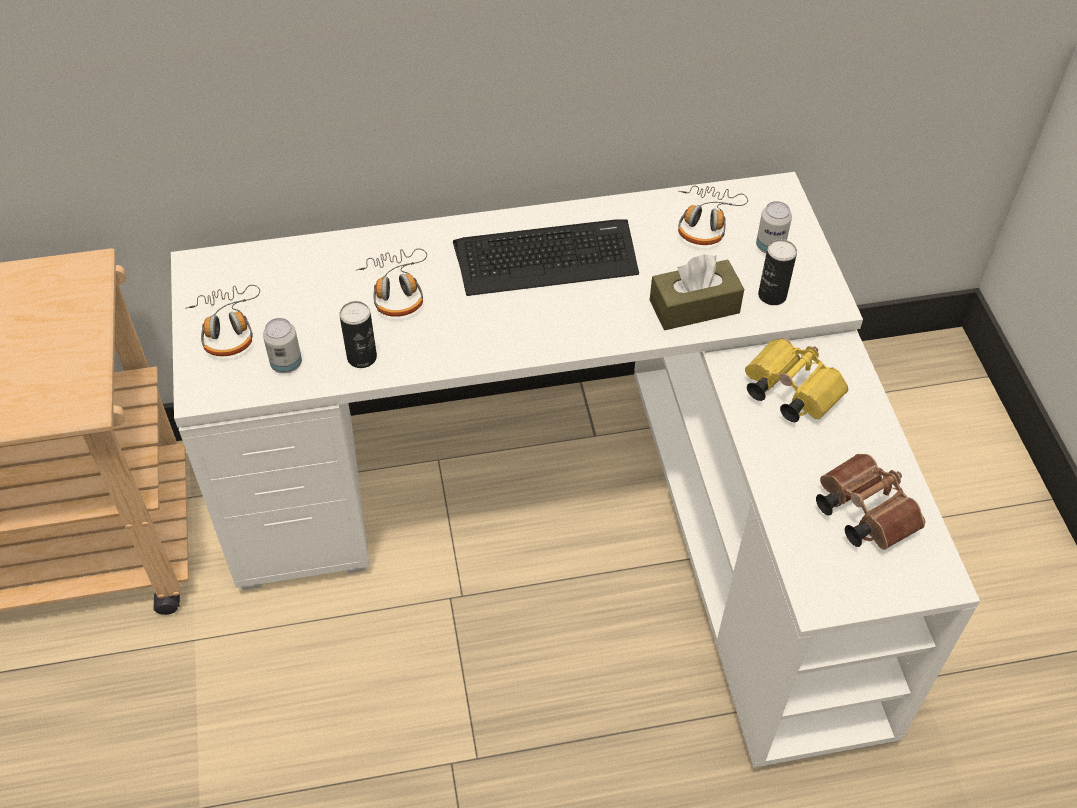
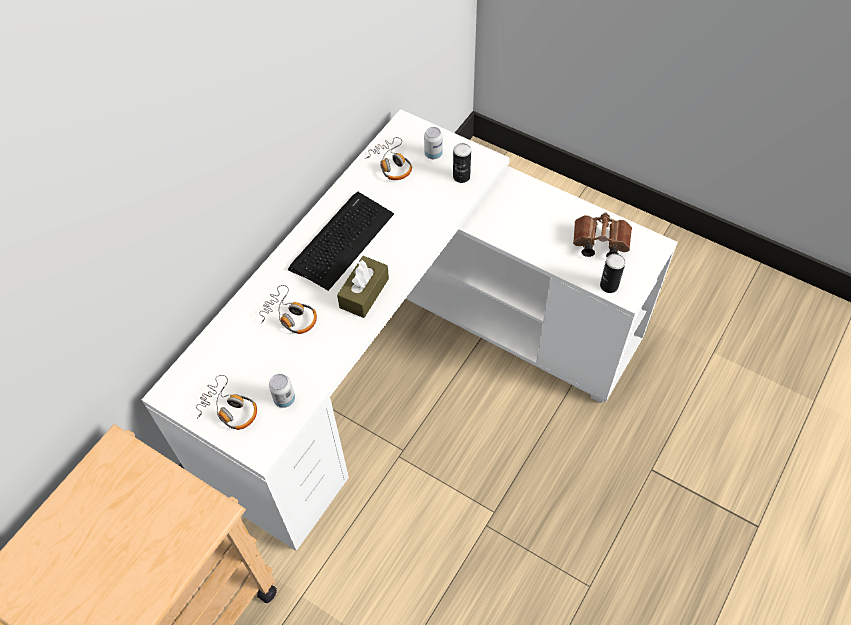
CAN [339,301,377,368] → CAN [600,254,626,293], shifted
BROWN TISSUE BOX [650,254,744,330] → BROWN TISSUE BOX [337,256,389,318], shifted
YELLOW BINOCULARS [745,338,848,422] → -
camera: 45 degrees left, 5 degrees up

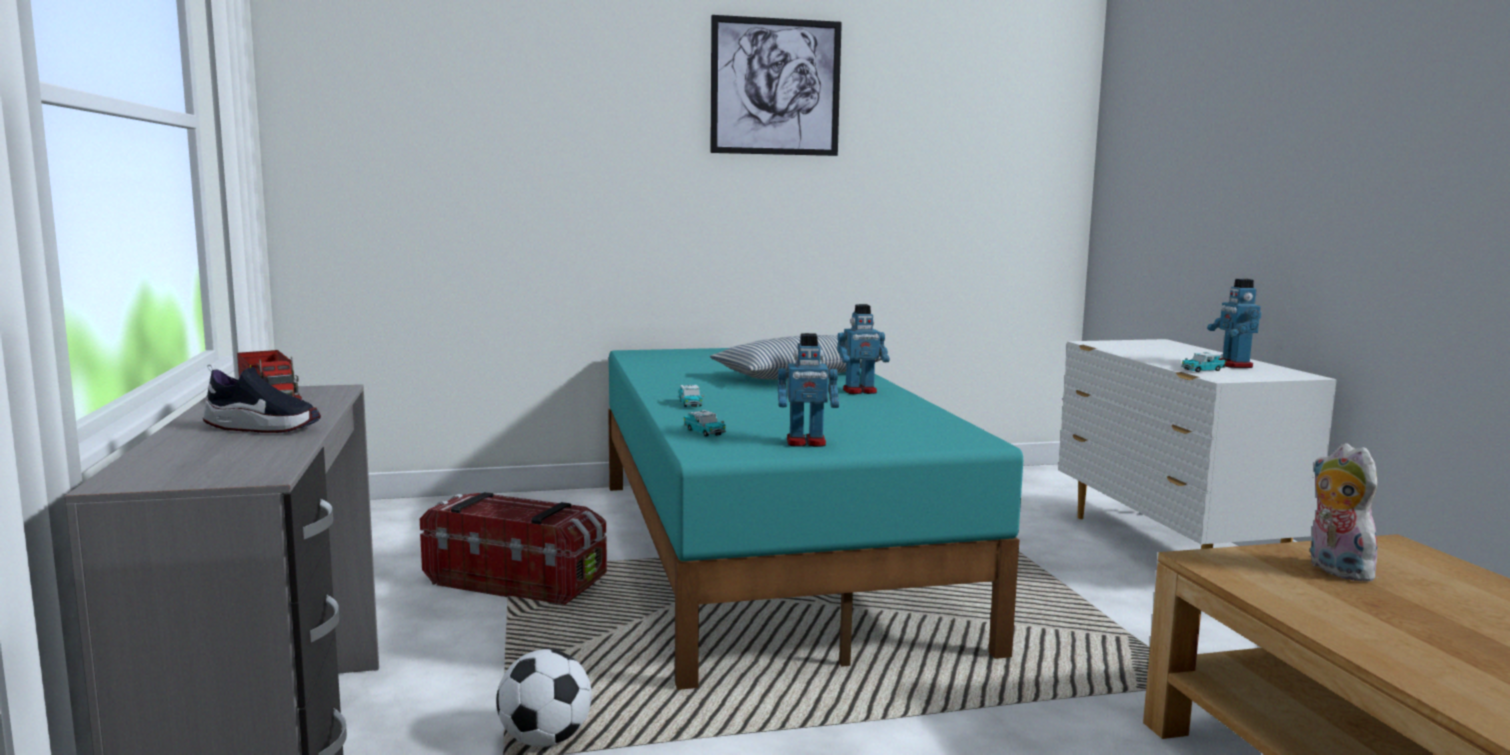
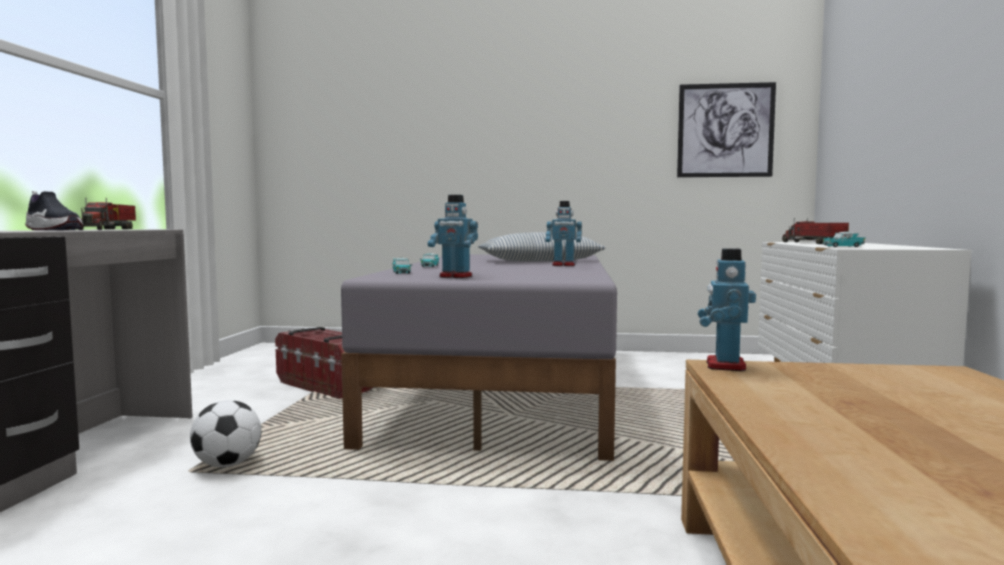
TURQUOISE BED [608,348,1023,690] → GREY BED [341,254,617,461]
PICTURE [710,15,842,156] → PICTURE [677,82,776,177], shifted
TOY ROBOT [1207,279,1262,368] → TOY ROBOT [698,248,756,371], shifted
PLUSH TOY [1310,443,1384,581] → -
- → TOY TRUCK [782,218,849,244]
camera: 20 degrees right, 5 degrees down

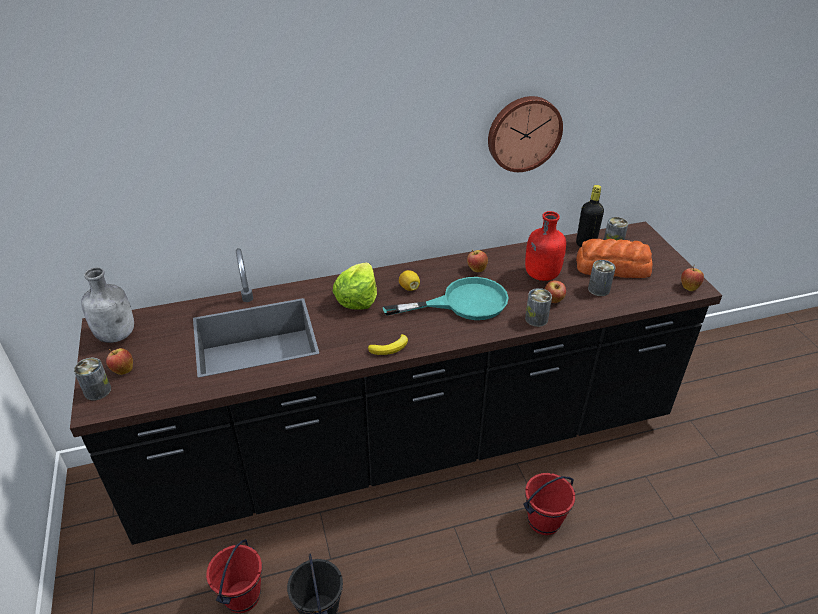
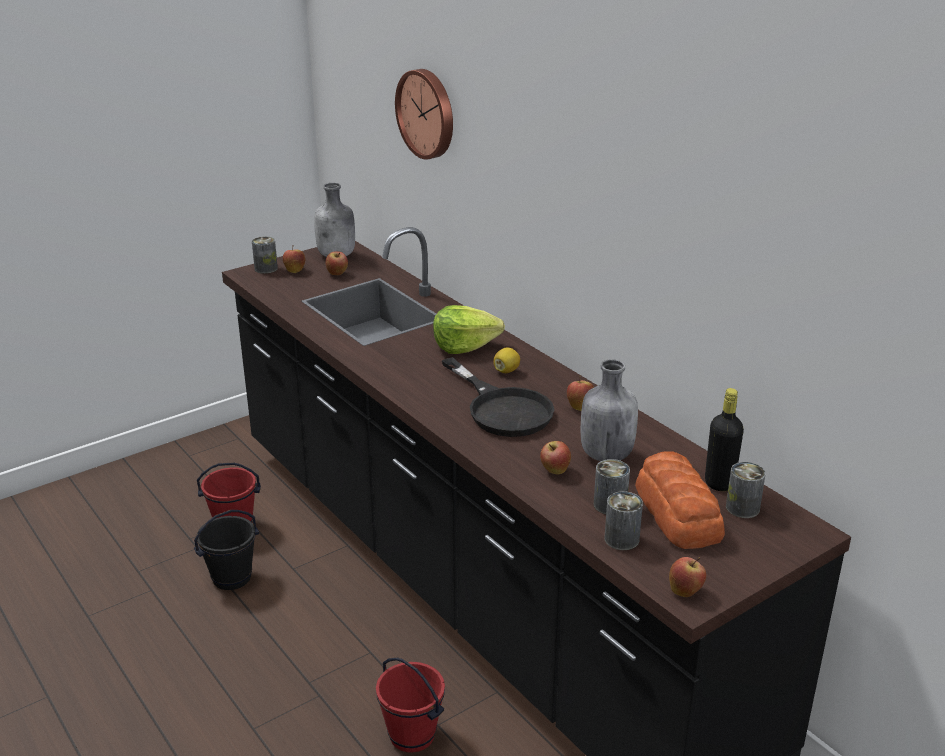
BANANA [368,334,408,355] → -
TURQUOISE FRYING PAN [383,277,509,320] → BLACK FRYING PAN [442,357,555,437]
WALL CLOCK [488,96,563,172] → WALL CLOCK [395,69,453,160], shifted
RED BOTTLE [525,211,566,281] → GREY BOTTLE [581,359,638,461]
CAN [525,288,552,327] → CAN [605,491,643,550], shifted
- → APPLE [325,251,348,275]
camera: 70 degrees right, 10 degrees down

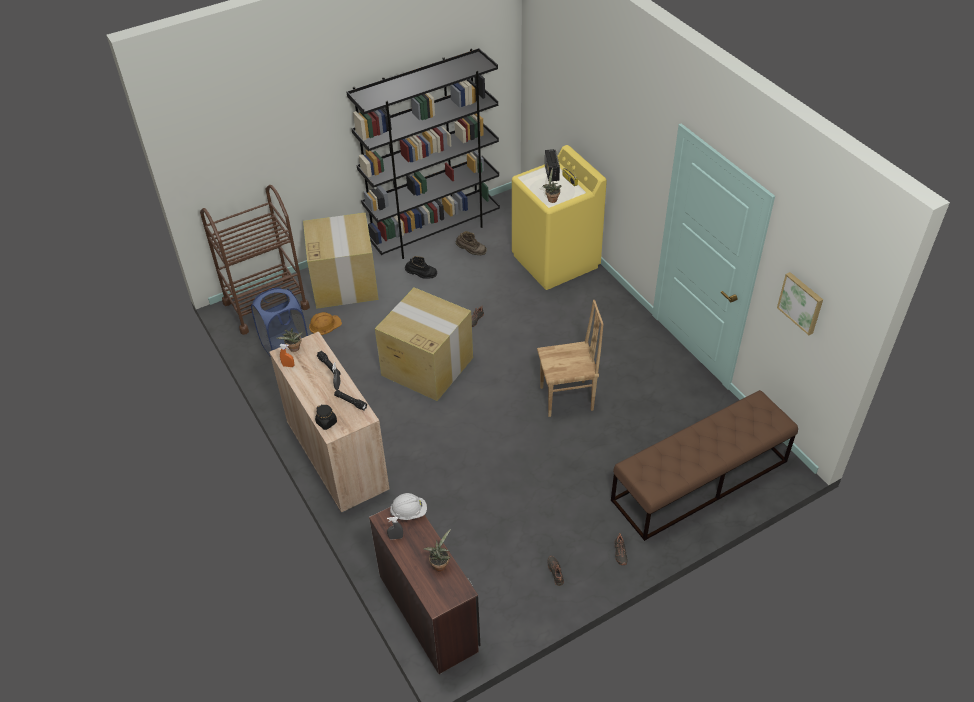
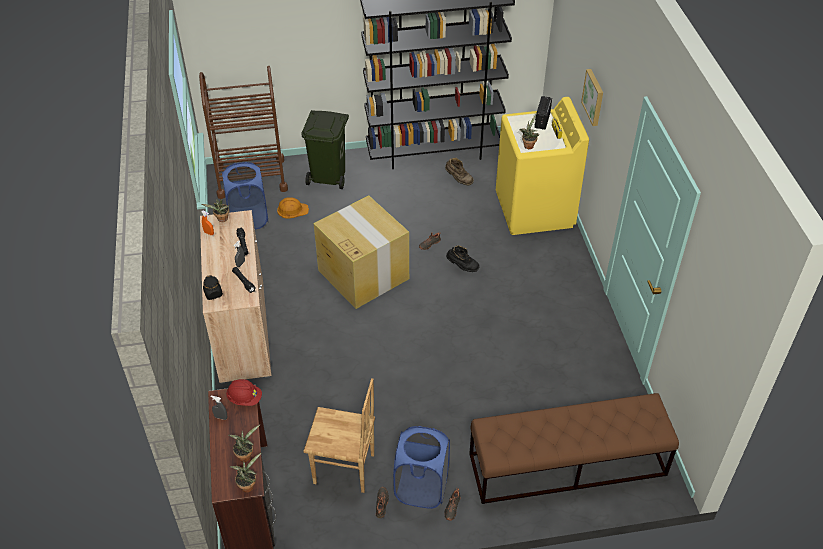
CARDBOARD BOX [303,212,379,309] → GREEN TRASH CAN [301,110,349,189]
WHITE HARD HAT [390,493,427,520] → RED HARD HAT [226,379,262,406]
BLACK BOOT [405,256,437,279] → BLACK BOOT [446,245,479,272], shifted
BROWN CHAIR [537,300,604,417] → BROWN CHAIR [304,378,375,493], shifted
PICTURE [777,272,823,335] → PICTURE [581,69,603,126], shifted
- → POTTED PLANT [229,453,261,492]
- → BLUE LAUNDRY BASKET [393,426,450,509]
camera: 20 degrees right, 0 degrees up

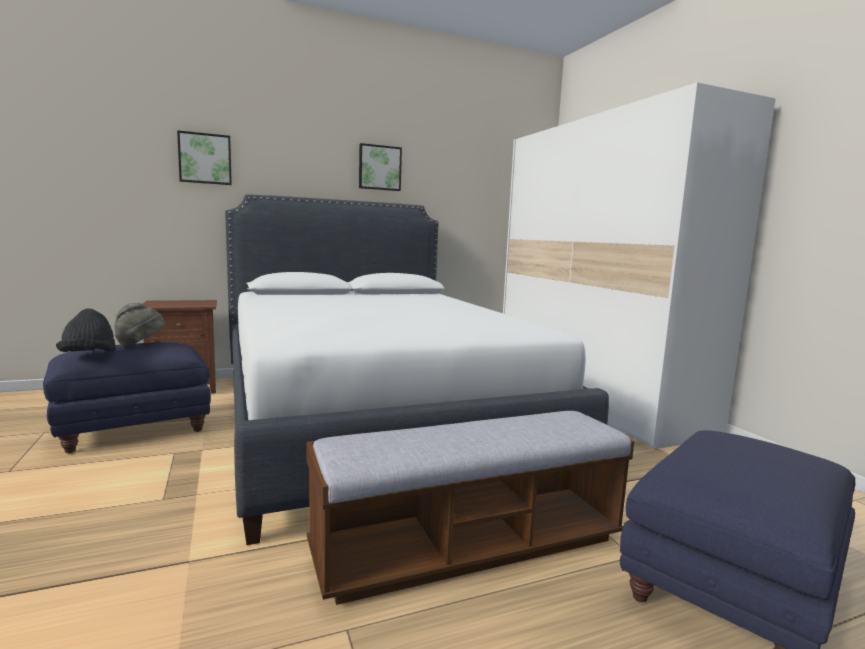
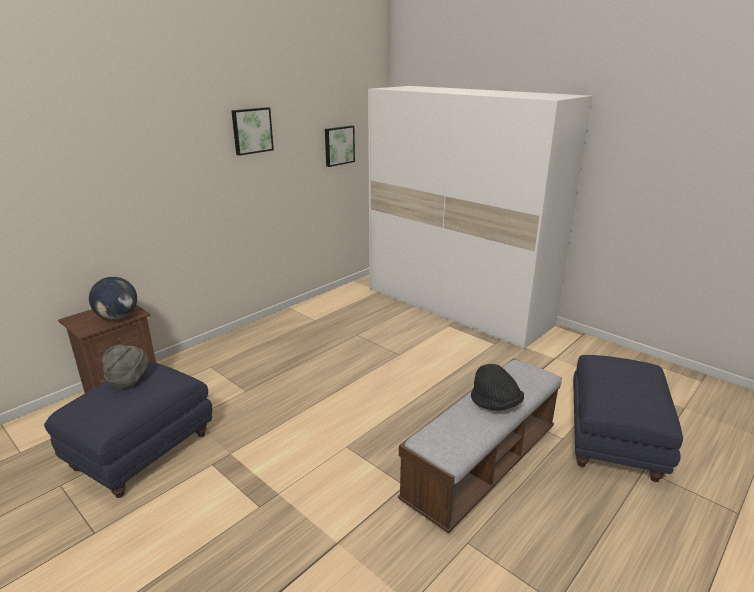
BLACK HAT [56,308,116,352] → BLACK HAT [471,364,524,411], shifted
PICTURE [177,130,232,185] → PICTURE [325,125,355,167], shifted
WHITE BED [225,194,609,545] → -
- → GLOBE [89,277,137,320]
camera: 25 degrees left, 15 degrees up

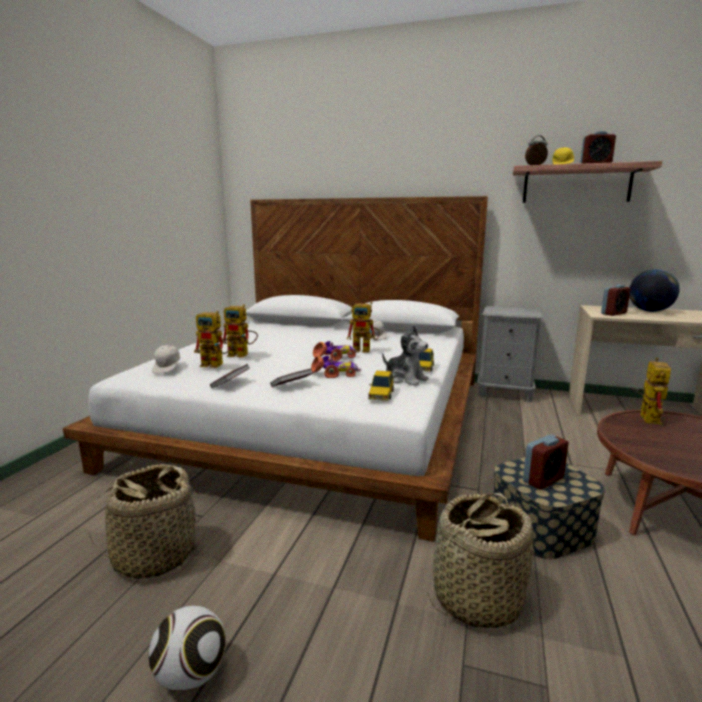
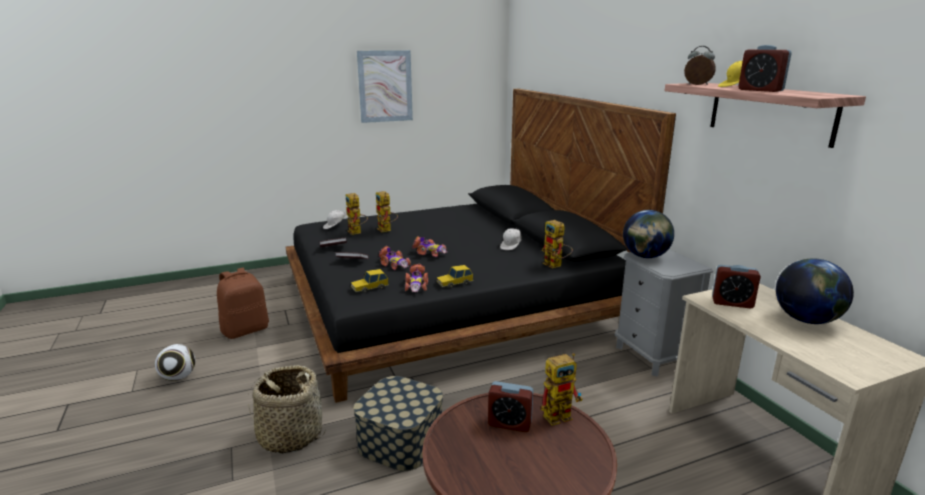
WHITE BED [63,196,488,542] → BLACK BED [286,89,676,403]
BASKET [88,464,206,580] → BROWN BACKPACK [217,268,269,339]
TOY ROBOT [347,302,380,353] → TOY ROBOT [541,220,573,269], shifted
PLUSH TOY [382,325,428,386] → TOY CAR [405,264,428,292]
ALARM CLOCK [523,434,569,489] → ALARM CLOCK [488,381,533,432], shifted
- → PICTURE [357,50,413,123]
- → GLOBE [623,210,674,258]
camera: 50 degrees right, 5 degrees up

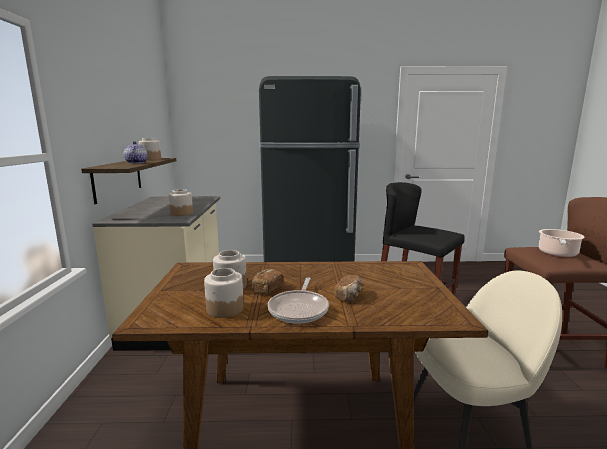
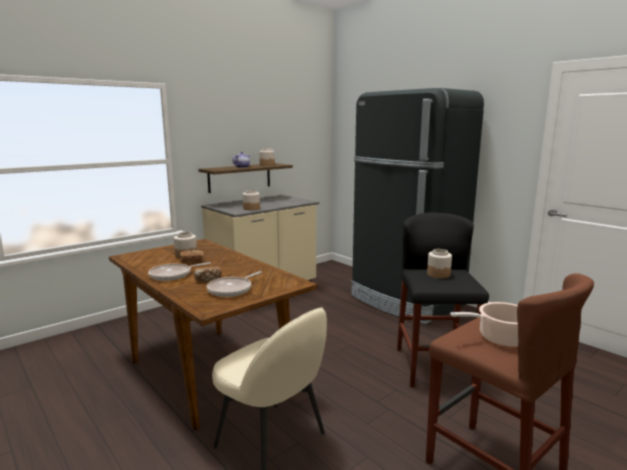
JAR [204,268,244,318] → JAR [427,249,452,278], shifted
- → FRYING PAN [207,271,262,297]
camera: 50 degrees right, 0 degrees up

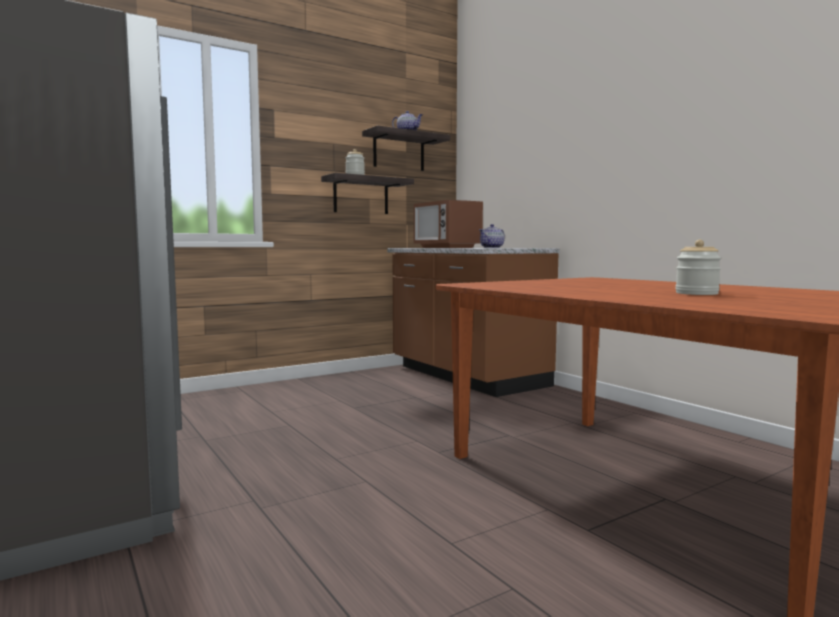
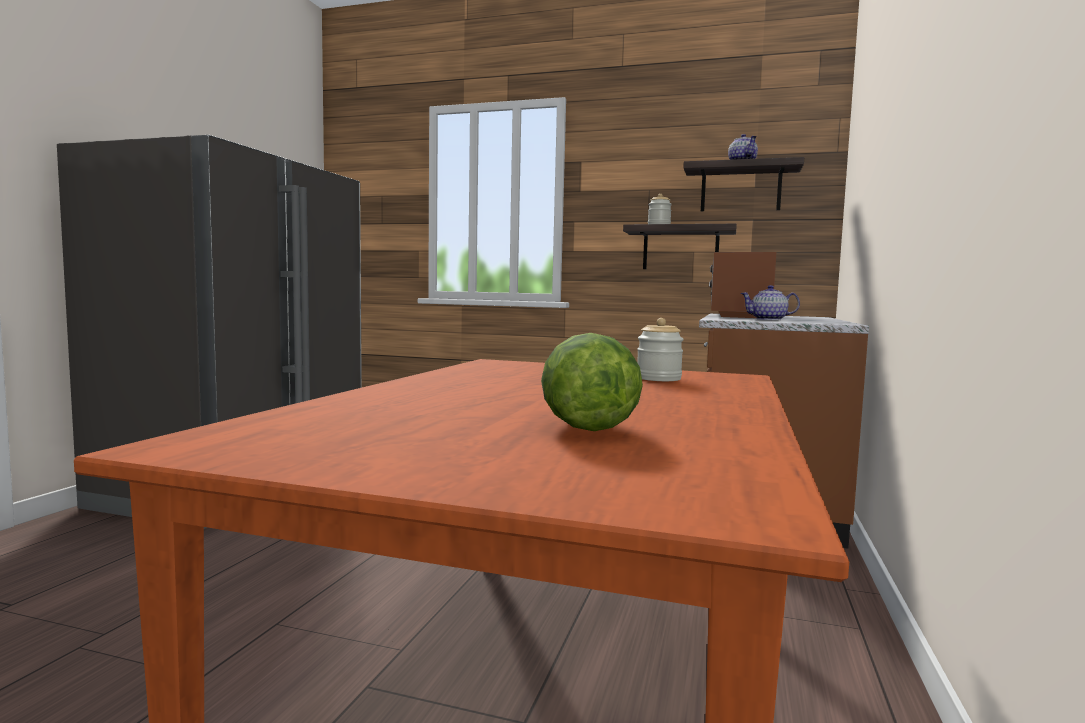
JAR [675,240,721,295] → JAR [637,318,684,381], shifted
- → LETTUCE [541,333,643,431]
camera: 50 degrees right, 0 degrees up

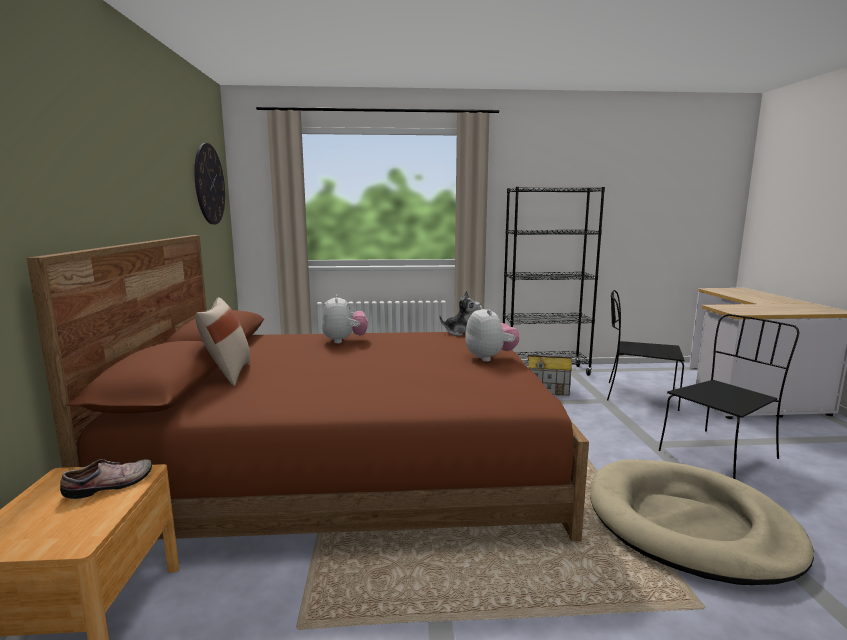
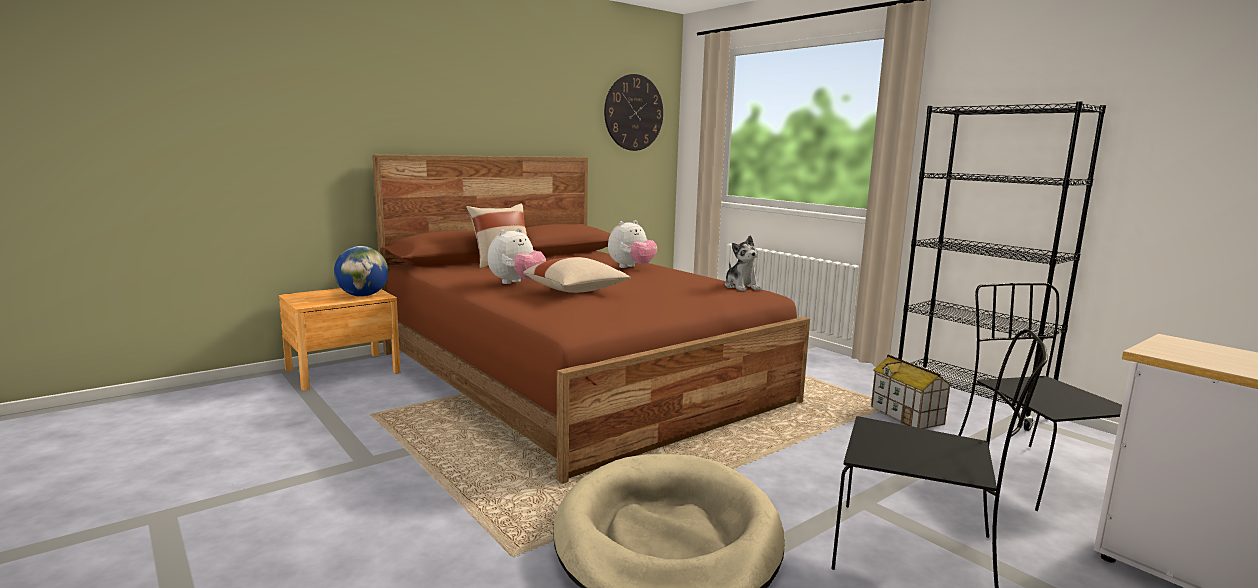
SHOE [60,459,152,499] → GLOBE [334,246,388,297]
PLUSH TOY [465,306,519,362] → PLUSH TOY [488,228,546,284], shifted
- → BEIGE PILLOW [523,257,630,293]
camera: 55 degrees right, 0 degrees up

